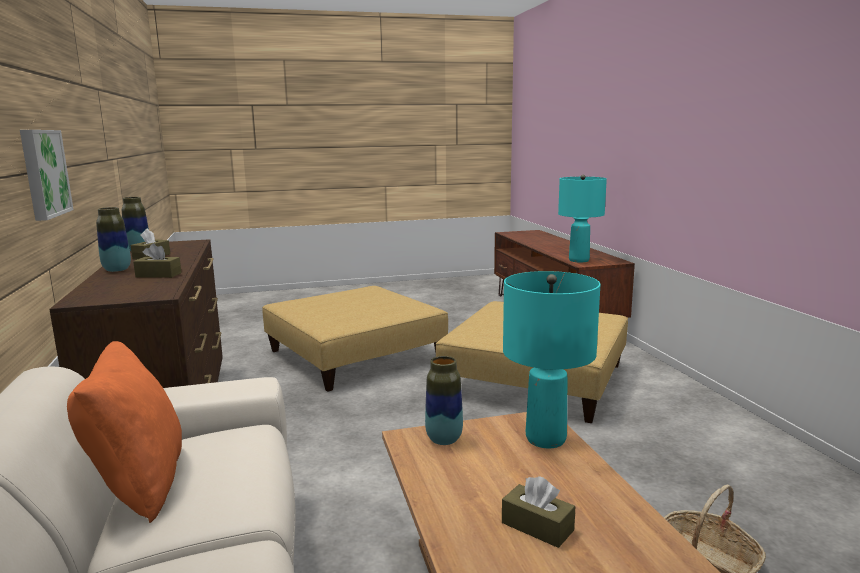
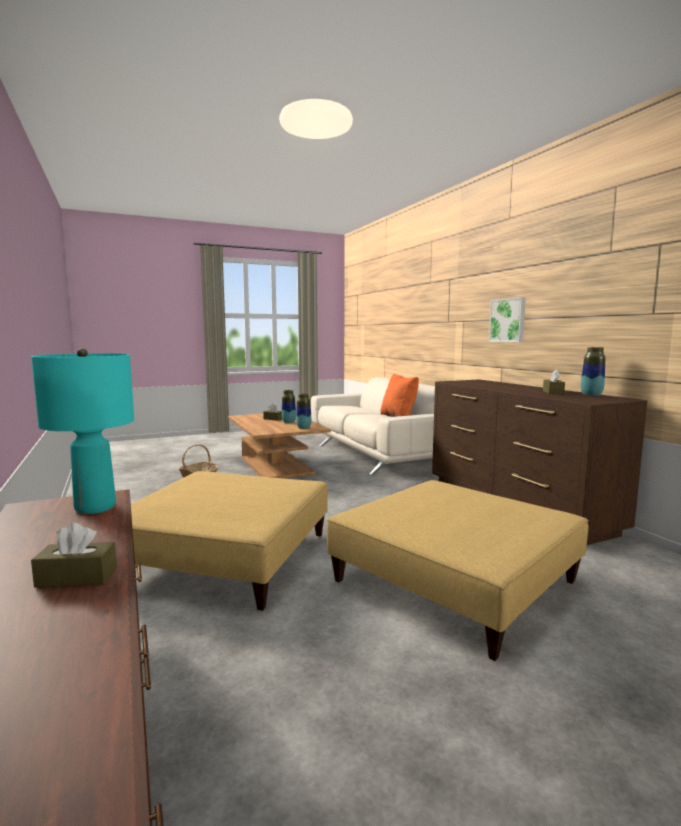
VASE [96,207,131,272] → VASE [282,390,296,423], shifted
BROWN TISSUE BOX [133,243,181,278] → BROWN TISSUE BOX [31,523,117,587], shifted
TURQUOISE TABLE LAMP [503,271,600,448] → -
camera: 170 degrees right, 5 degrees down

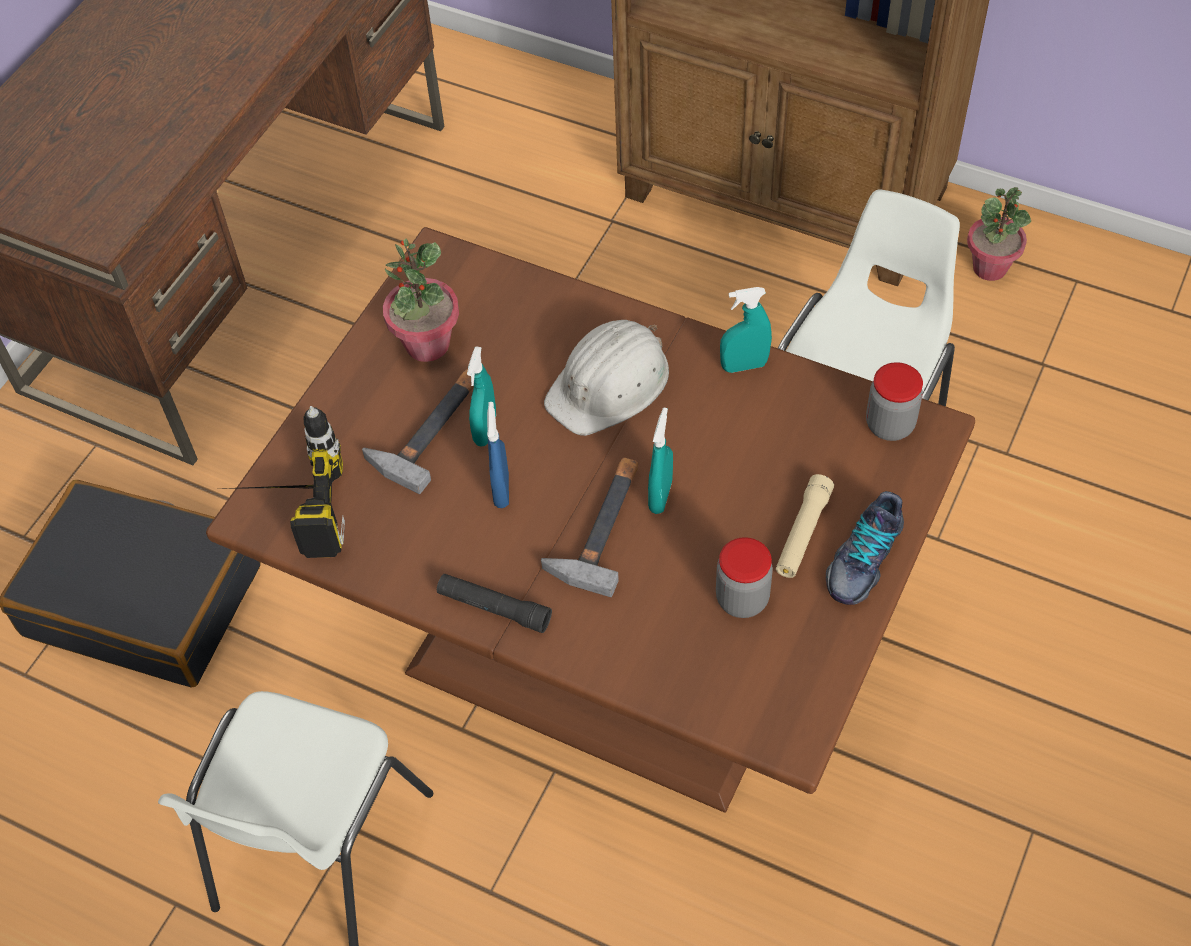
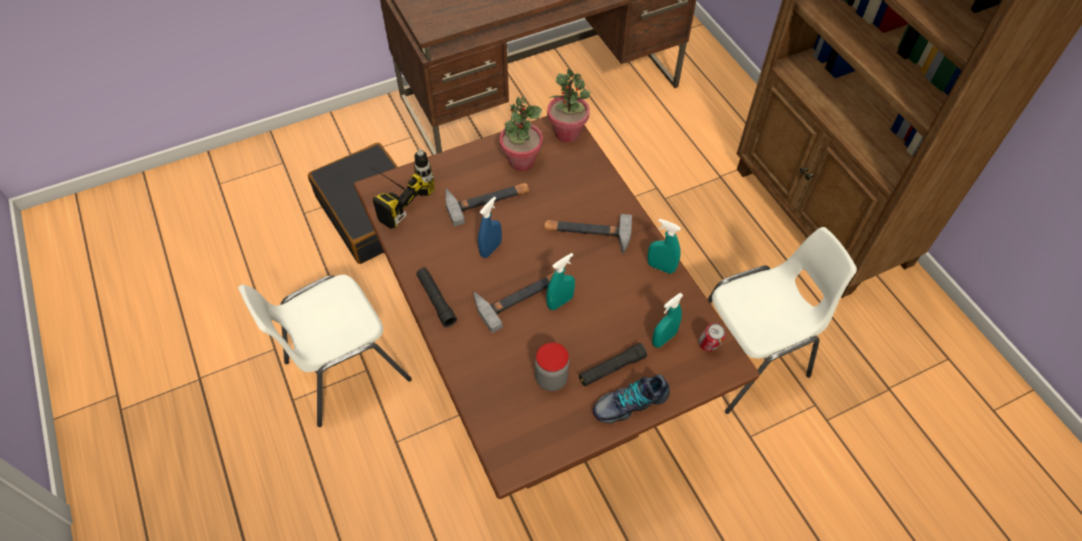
TURQUOISE SPRAY BOTTLE [467,346,496,446] → TURQUOISE SPRAY BOTTLE [652,293,684,348], shifted
WHITE HARD HAT [544,320,669,436] → HAMMER [544,214,632,254]
BEIGE FLASHLIGHT [776,474,834,578] → BLACK FLASHLIGHT [579,343,647,386]
JAR [866,362,923,441] → CAN [699,323,726,352]
POTTED PLANT [967,187,1031,281] → POTTED PLANT [547,69,590,143], shifted
camera: 35 degrees right, 0 degrees up

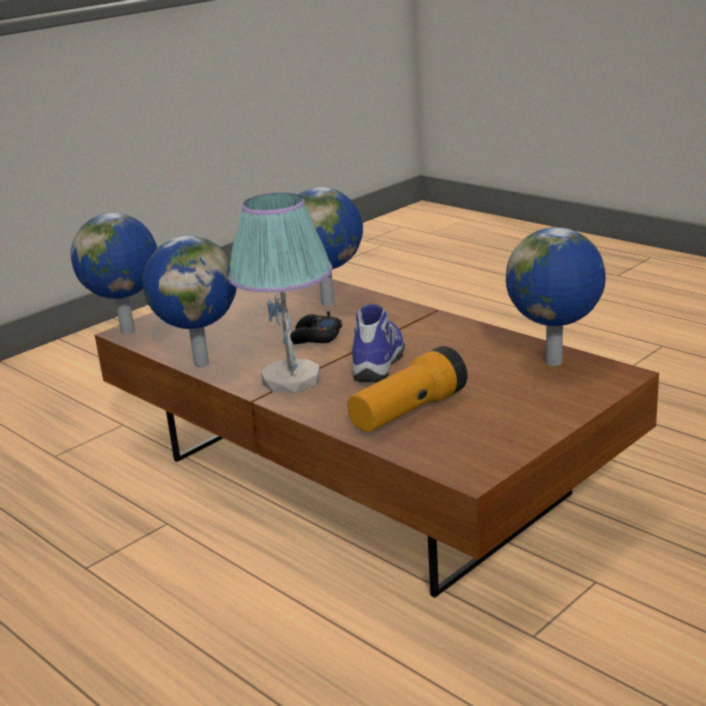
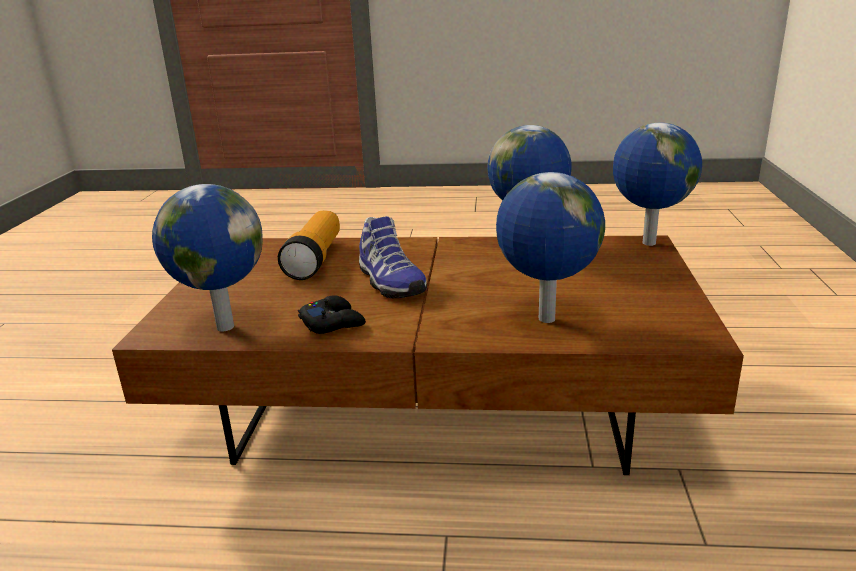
TABLE LAMP [228,193,332,393] → -
BLACK GAME CONTROLLER [290,311,342,345] → BLACK GAME CONTROLLER [298,295,366,334], shifted
camera: 140 degrees right, 0 degrees up

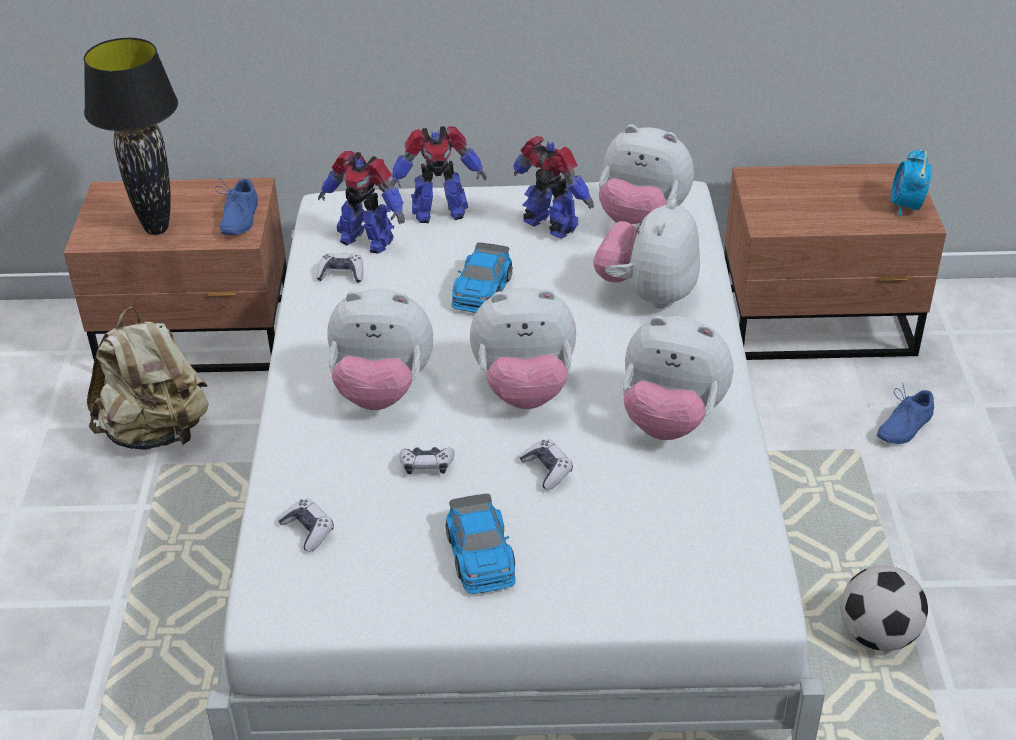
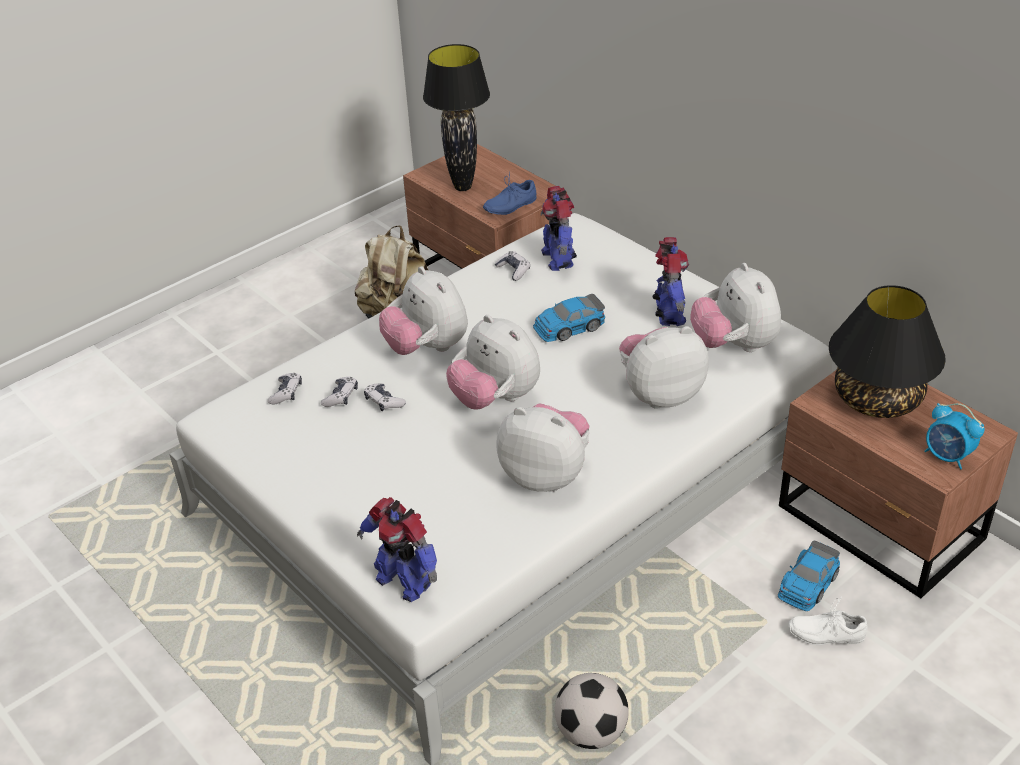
TOY ROBOT [391,126,486,223] → TOY ROBOT [357,497,437,602], shifted
TOY CAR [445,494,516,594] → TOY CAR [778,541,840,611], shifted
GAME CONTROLLER [519,440,573,490] → GAME CONTROLLER [321,377,358,407], shifted
PLUSH TOY [623,316,733,440] → PLUSH TOY [496,403,589,492], 135 degrees clockwise
BLUE SHOE [877,383,934,444] → WHITE SHOE [789,596,868,645]
ALARM CLOCK [891,148,932,217] → ALARM CLOCK [924,403,984,470], 105 degrees counterclockwise
- → BLACK TABLE LAMP [829,285,946,418]
camera: 50 degrees right, 0 degrees up

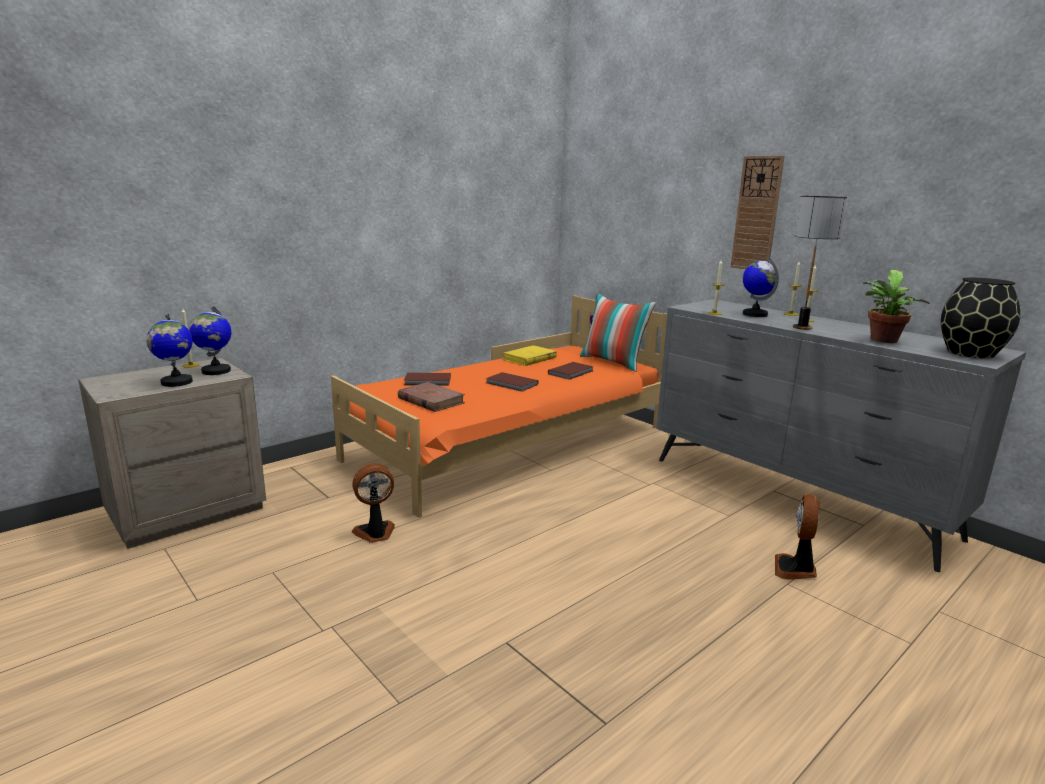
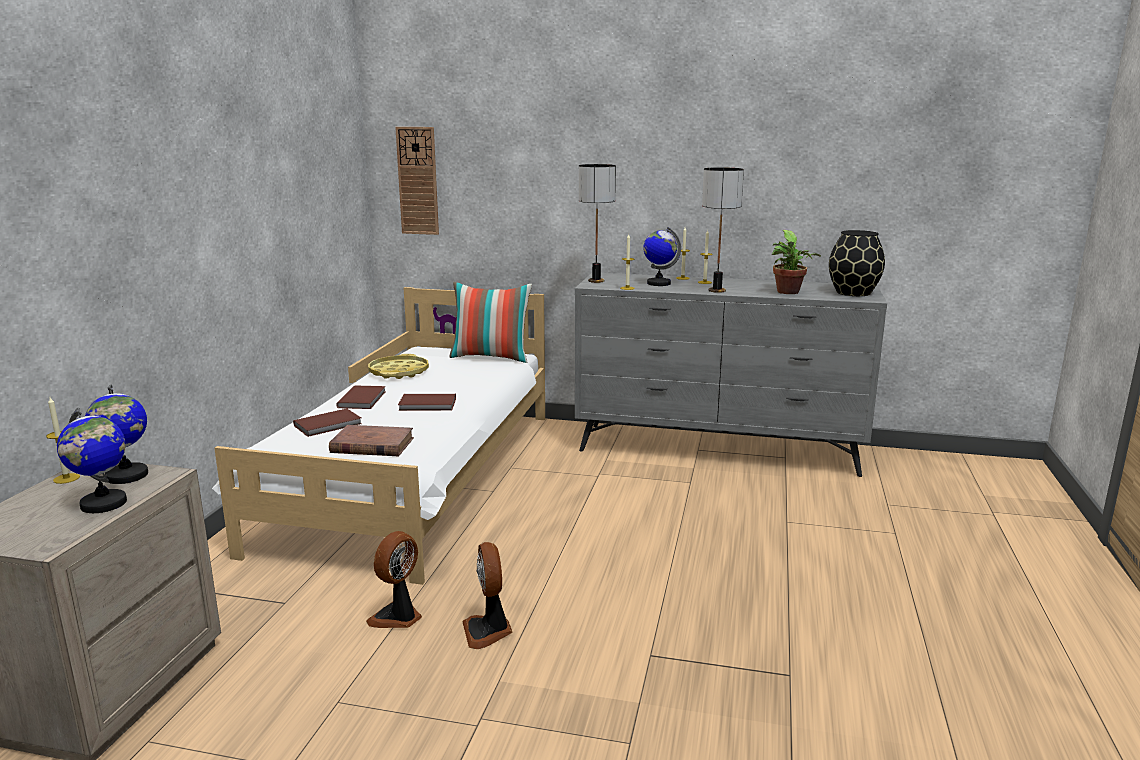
ORANGE BED [331,295,667,518] → WHITE BED [212,287,545,585]
YELLOW BOOK [502,345,557,366] → YELLOW TRAY [368,354,429,379]
BROWN BOOK [548,362,594,380] → BROWN BOOK [336,385,385,409], shifted
WALL CLOCK [731,156,785,269] → WALL CLOCK [395,127,439,235], shifted
FAN [775,494,819,580] → FAN [462,542,512,649], shifted
- → TABLE LAMP [579,164,616,283]
camera: 35 degrees left, 0 degrees up

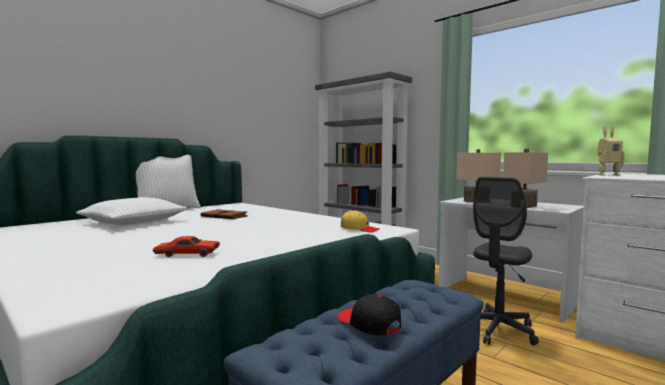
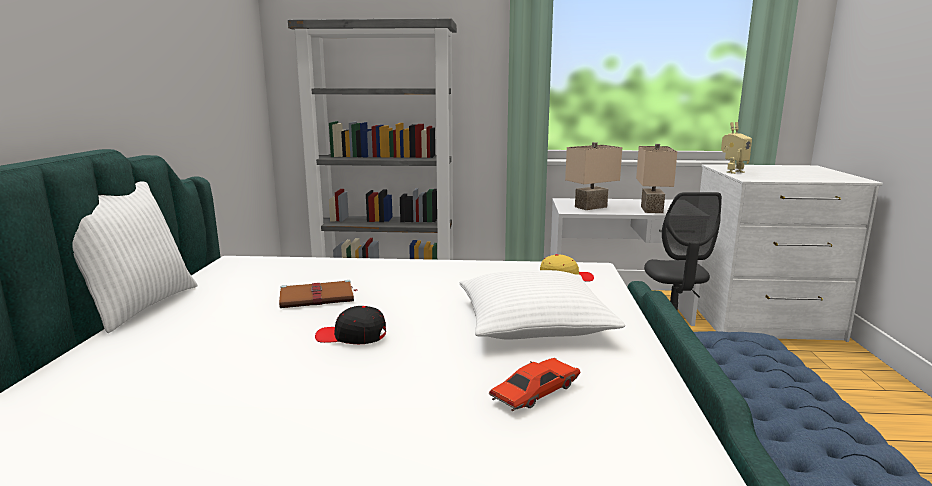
WHITE PILLOW [76,197,188,225] → WHITE PILLOW [460,270,625,339], shifted
BLACK CAP [337,294,401,335] → BLACK CAP [315,306,386,344], shifted
camera: 40 degrees left, 10 degrees up

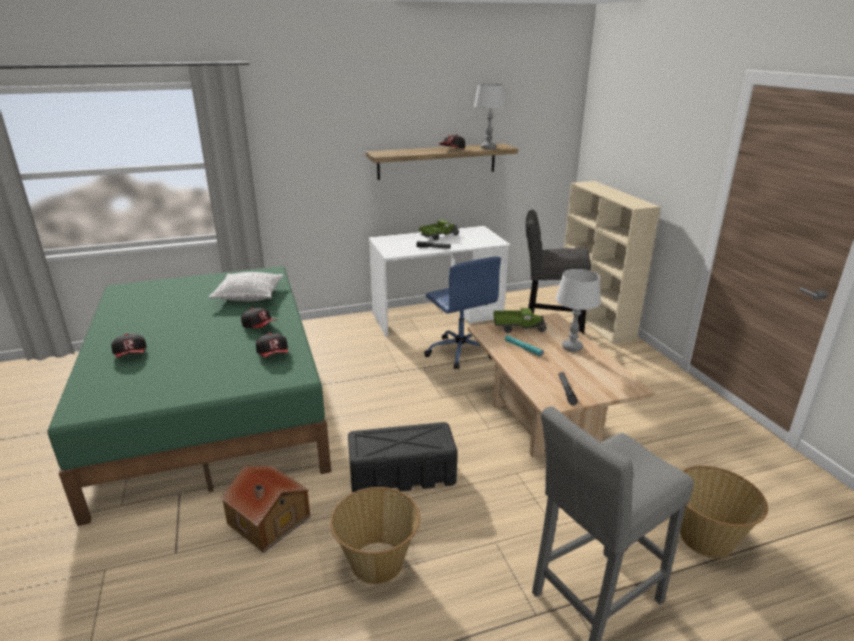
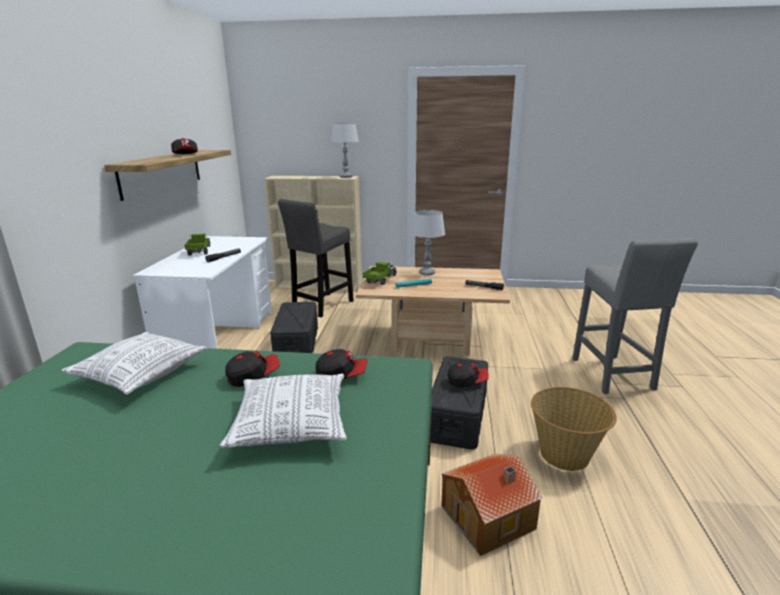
CAP [111,333,147,358] → CAP [447,361,489,387], shifted
BLUE OFFICE CHAIR [424,257,501,369] → BLACK STORAGE BOX [270,302,318,353]
GREY TABLE LAMP [474,84,507,149] → GREY TABLE LAMP [330,123,359,178], shifted
BASKET [680,466,768,558] → -
- → PILLOW [219,374,347,448]
camera: 65 degrees left, 5 degrees down

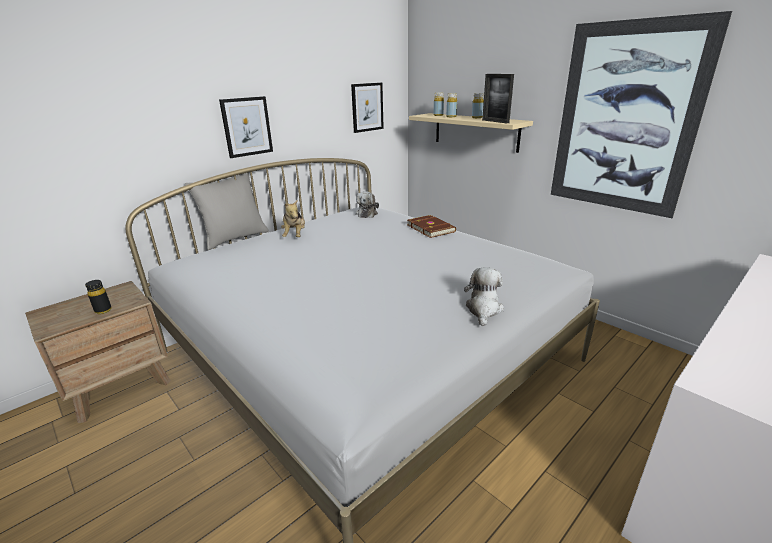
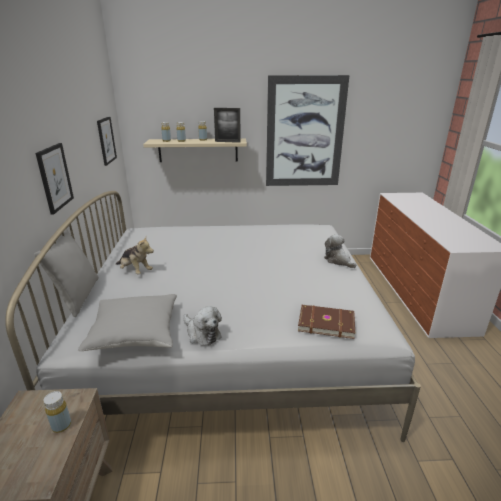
BLACK BOTTLE [85,280,112,314] → YELLOW BOTTLE [44,391,71,433]
PLUSH TOY [355,191,379,218] → PLUSH TOY [183,306,222,346], shifted
BROWN BOOK [407,215,456,238] → BROWN BOOK [298,305,355,339], shifted
- → GREY PILLOW [78,294,177,351]
camera: 50 degrees left, 0 degrees up

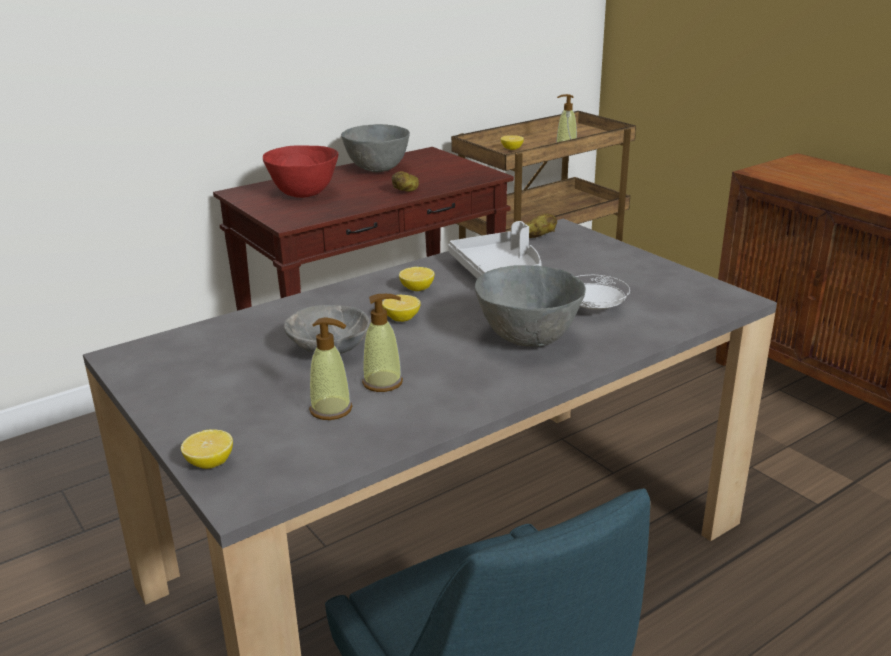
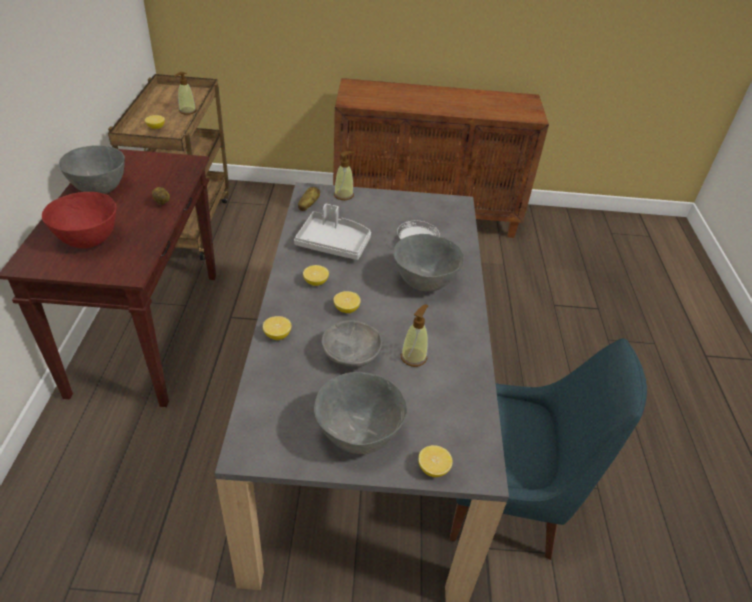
SOAP DISPENSER [309,318,352,420] → SOAP DISPENSER [334,151,355,200], shifted
- → LEMON [263,316,292,340]
- → GREY BOWL [314,372,407,454]
camera: 55 degrees left, 15 degrees up

